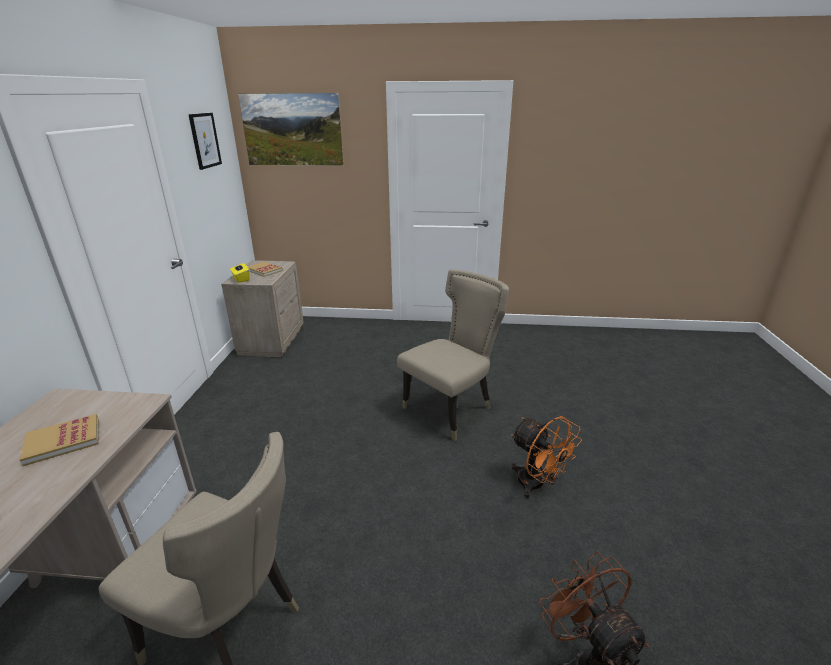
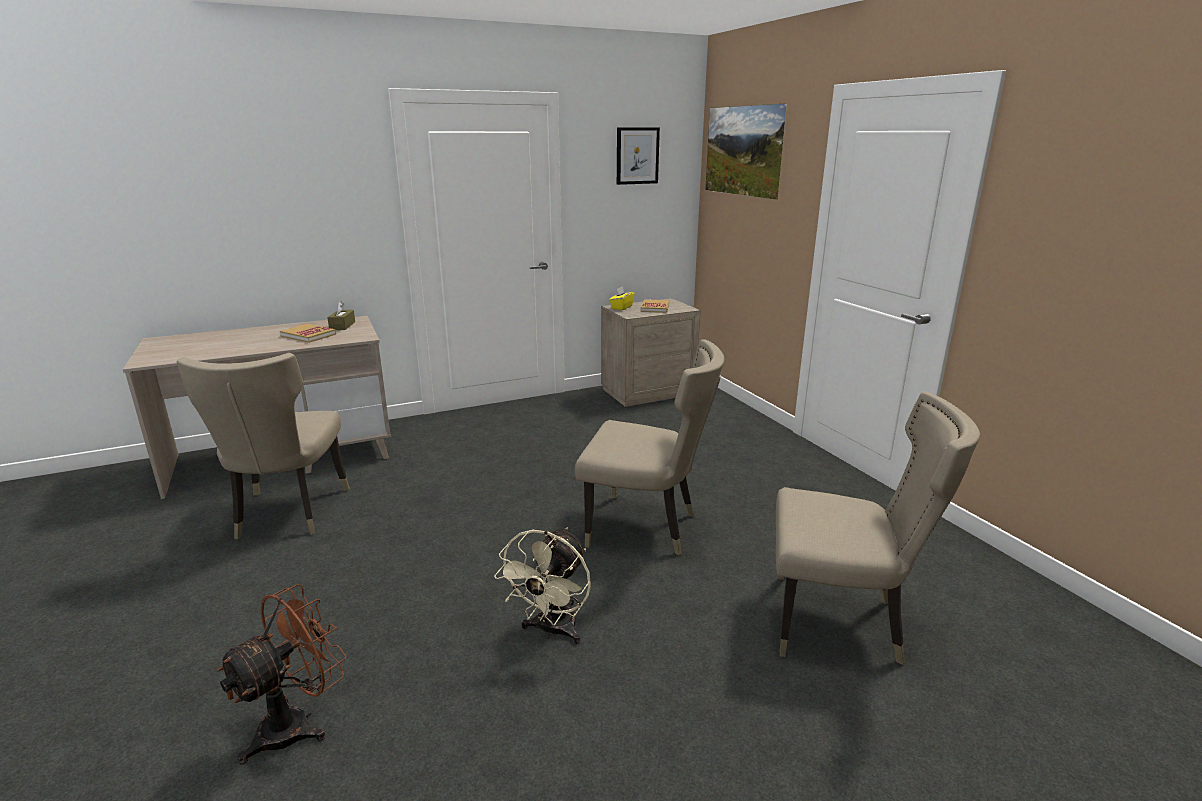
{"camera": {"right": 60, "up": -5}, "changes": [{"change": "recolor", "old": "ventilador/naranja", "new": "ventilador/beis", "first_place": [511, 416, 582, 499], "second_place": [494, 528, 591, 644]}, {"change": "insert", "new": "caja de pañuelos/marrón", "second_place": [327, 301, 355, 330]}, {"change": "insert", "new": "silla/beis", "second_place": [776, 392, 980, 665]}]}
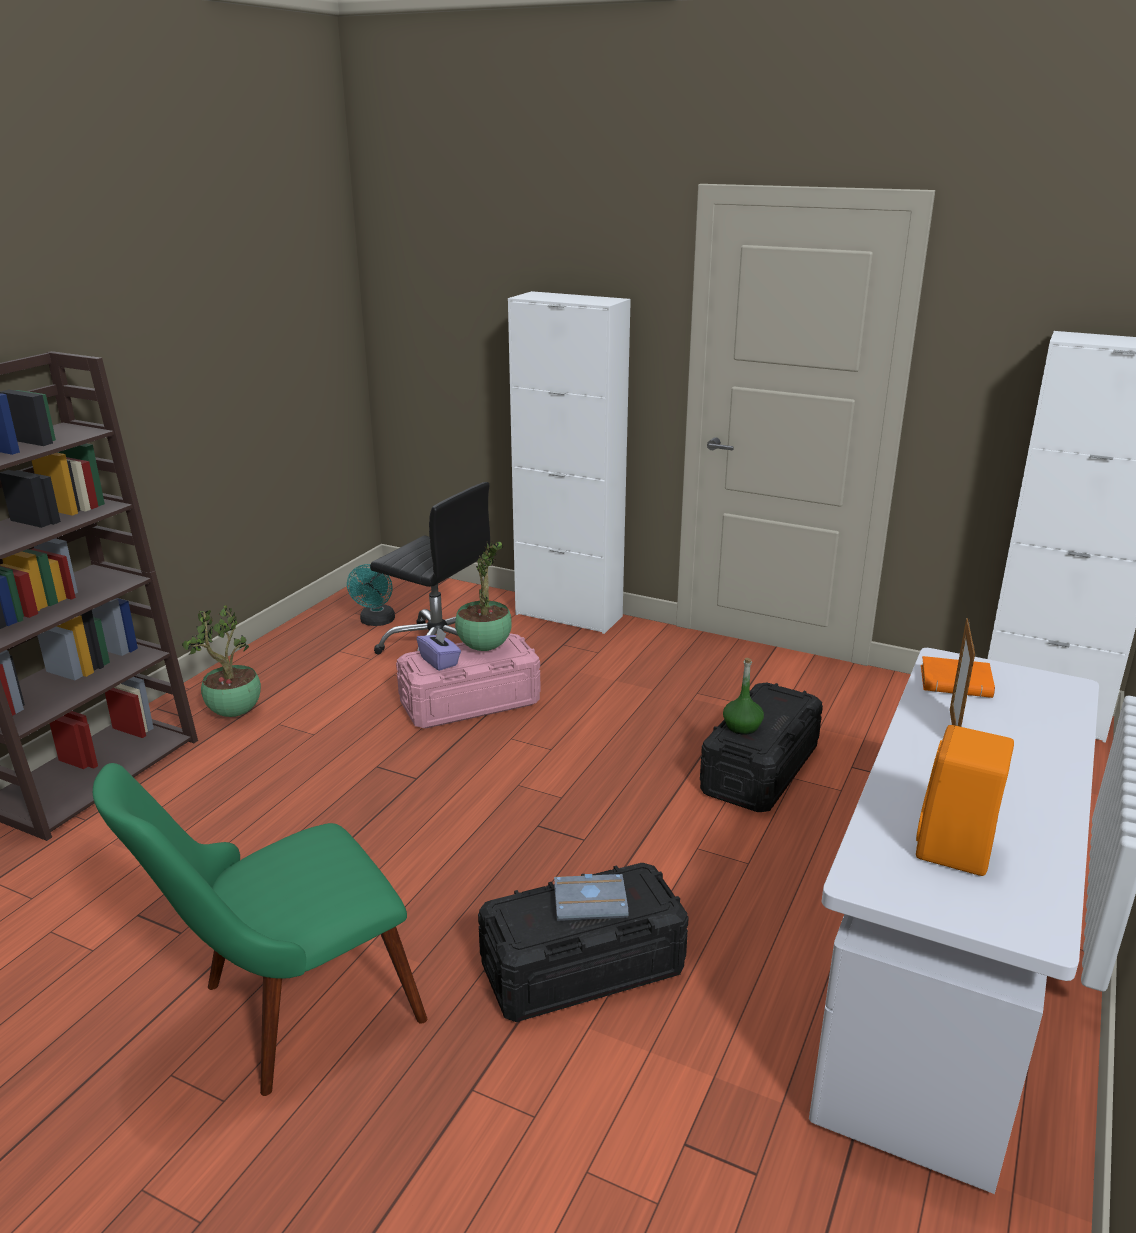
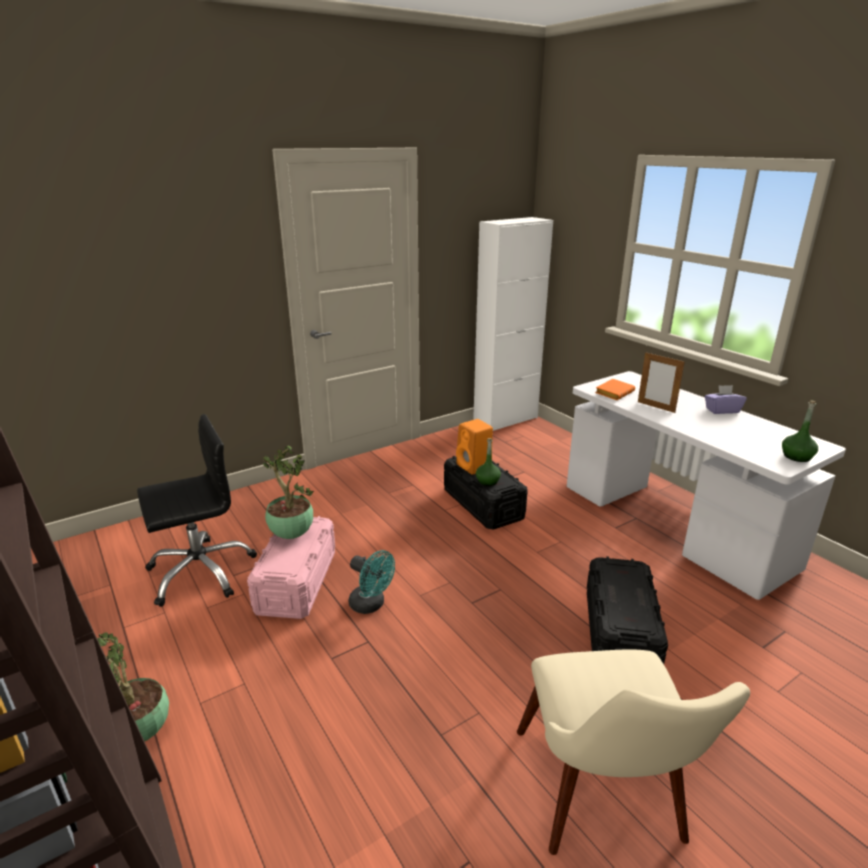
{"camera": {"right": -60, "up": 0}, "changes": [{"change": "recolor", "old": "silla/verde", "new": "silla/beis", "first_place": [93, 763, 427, 1096], "second_place": [517, 650, 750, 855]}, {"change": "move", "old": "ventilador/turquesa", "first_place": [347, 564, 395, 626], "second_place": [349, 550, 395, 614]}, {"change": "move", "old": "caja de pañuelos/morado", "first_place": [417, 627, 461, 671], "second_place": [705, 385, 747, 414]}, {"change": "delete", "old": "armario/blanco", "first_place": [508, 291, 631, 634]}, {"change": "delete", "old": "libro/gris", "first_place": [554, 874, 628, 921]}, {"change": "move", "old": "altavoz/naranja", "first_place": [916, 725, 1014, 876], "second_place": [456, 419, 493, 475]}, {"change": "insert", "new": "botella/verde", "second_place": [782, 401, 818, 462]}]}
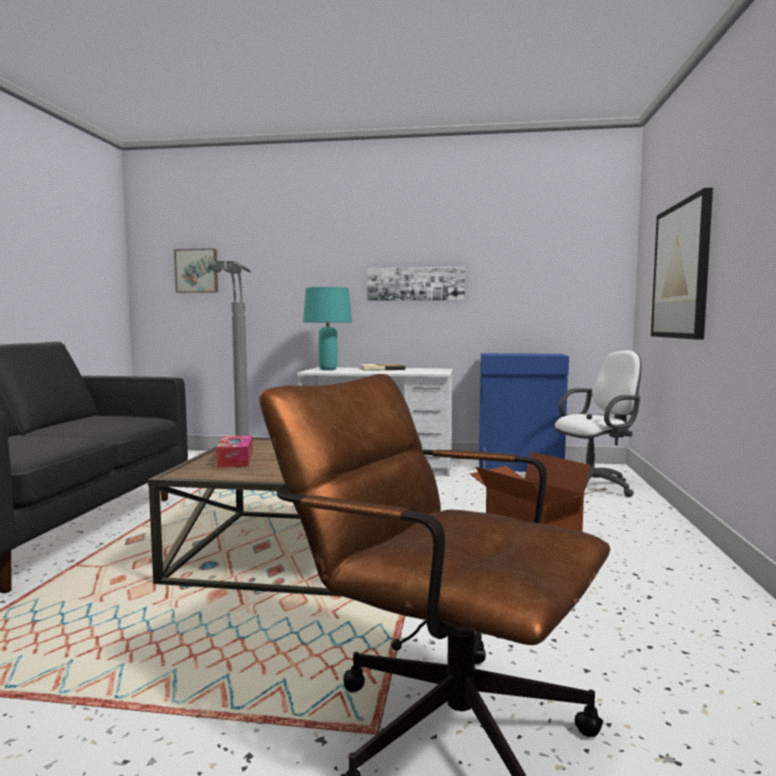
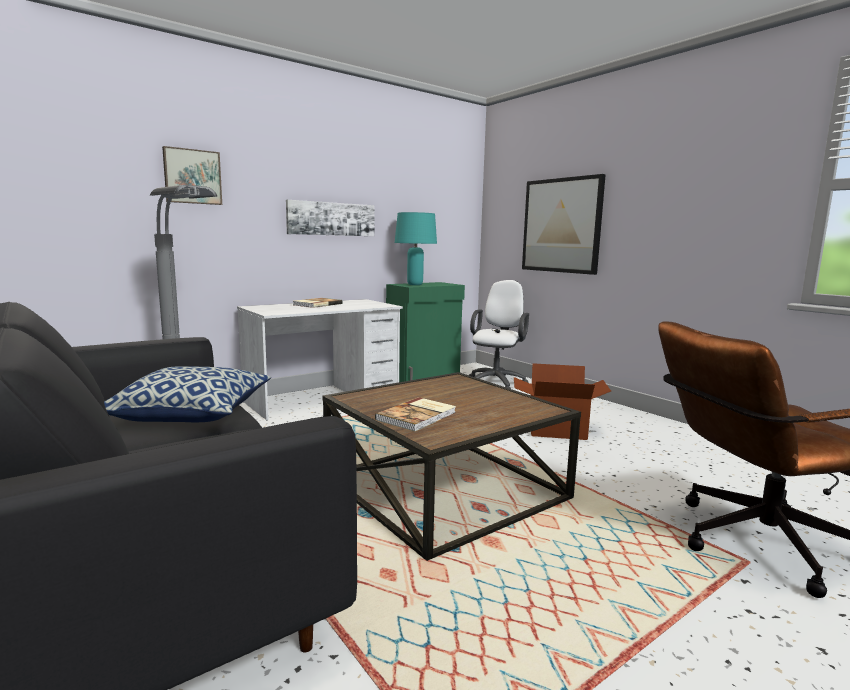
{"camera": {"right": -45, "up": 5}, "changes": [{"change": "move", "old": "cuadro", "first_place": [174, 249, 218, 293], "second_place": [162, 146, 222, 205]}, {"change": "replace", "old": "caja de pañuelos", "new": "libro", "first_place": [216, 436, 253, 468], "second_place": [375, 397, 456, 431]}, {"change": "move", "old": "lámpara de mesa/turquesa", "first_place": [303, 287, 352, 370], "second_place": [395, 212, 437, 285]}, {"change": "recolor", "old": "armario/azul", "new": "armario/verde", "first_place": [479, 353, 569, 472], "second_place": [386, 282, 465, 382]}, {"change": "insert", "new": "cojín", "second_place": [104, 366, 271, 422]}]}
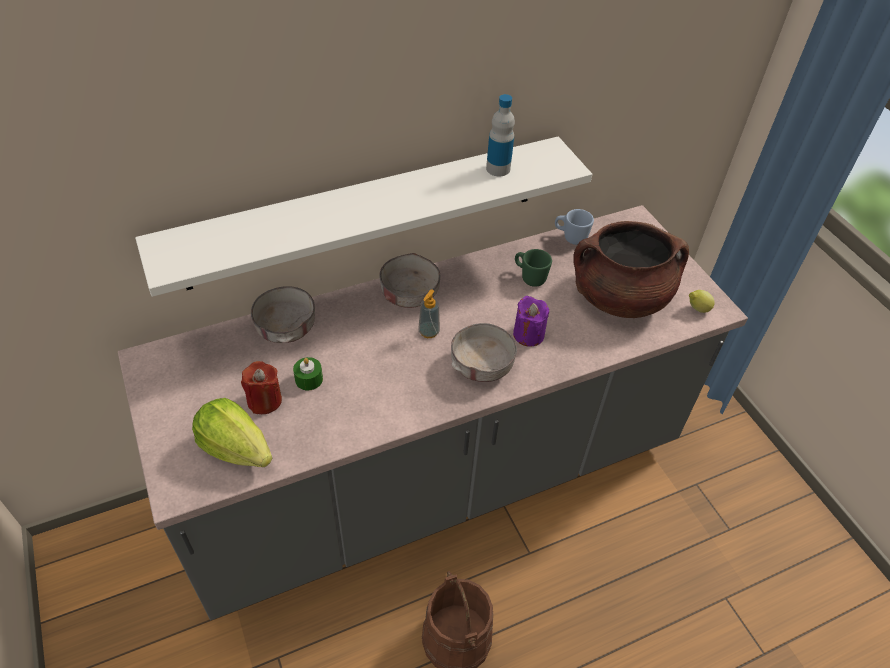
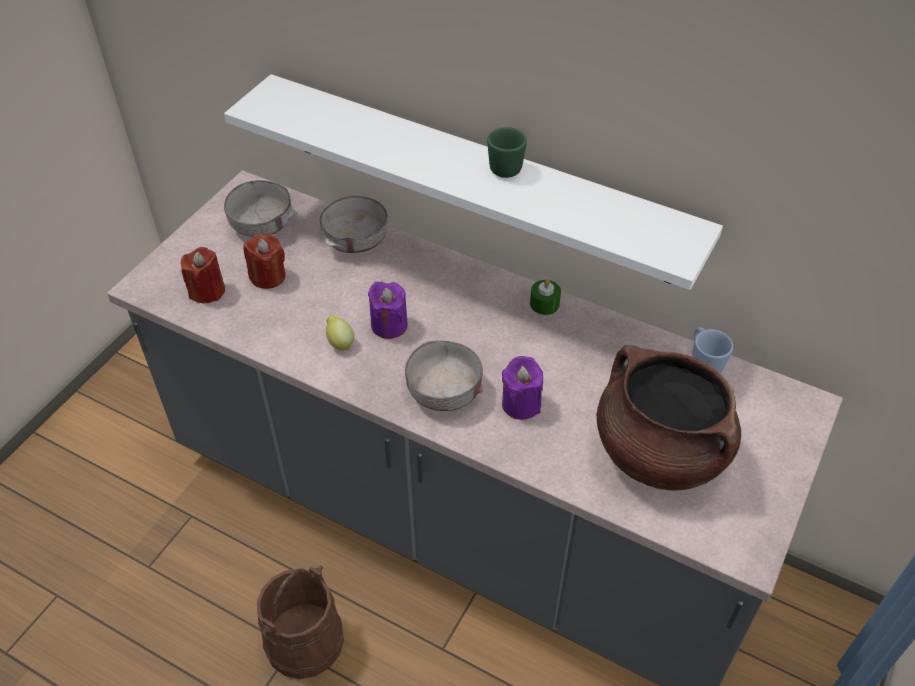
{"camera": {"right": 55, "up": 0}, "changes": [{"change": "replace", "old": "lechuga", "new": "vela/rojo", "first_place": [192, 398, 273, 467], "second_place": [181, 247, 225, 303]}, {"change": "move", "old": "vela/verde", "first_place": [293, 357, 323, 390], "second_place": [530, 278, 561, 315]}, {"change": "move", "old": "cuenco/gris", "first_place": [379, 253, 440, 308], "second_place": [224, 180, 295, 237]}, {"change": "delete", "old": "dispensador de jabón", "first_place": [418, 289, 440, 338]}, {"change": "delete", "old": "botella", "first_place": [486, 94, 515, 177]}, {"change": "move", "old": "taza grande/verde", "first_place": [515, 249, 552, 287], "second_place": [487, 127, 527, 178]}, {"change": "move", "old": "limón", "first_place": [689, 290, 715, 313], "second_place": [326, 315, 354, 350]}, {"change": "insert", "new": "vela/morado", "second_place": [368, 282, 408, 339]}]}
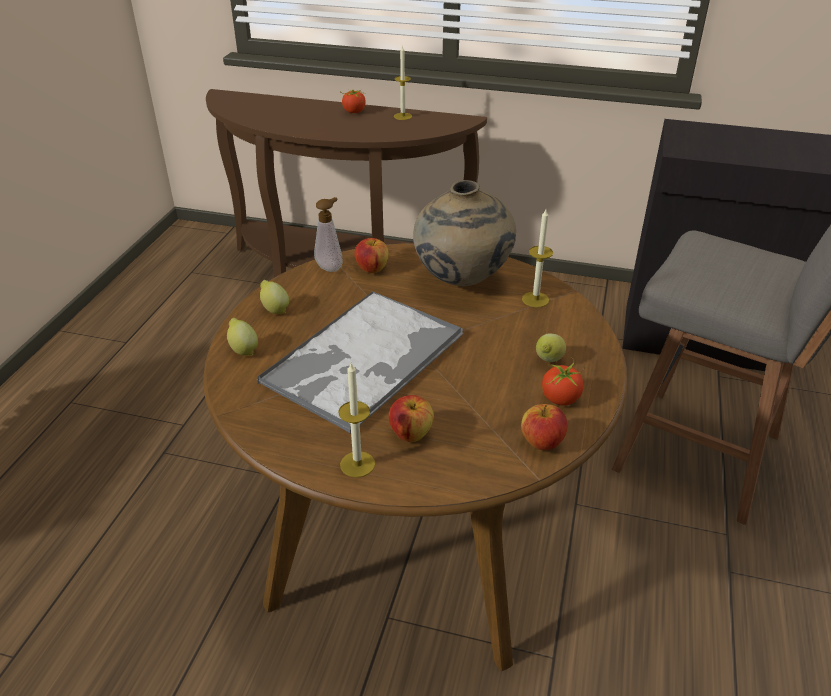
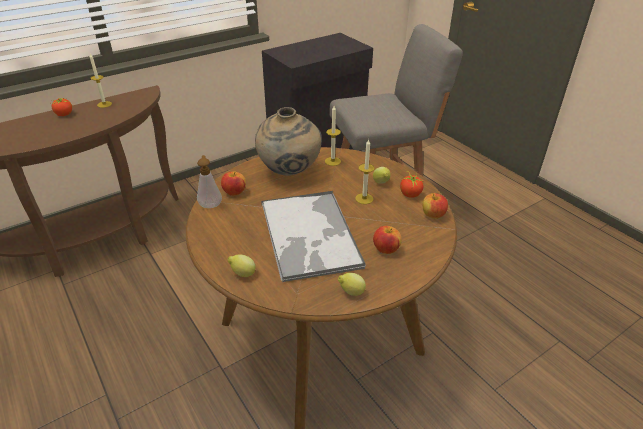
{"camera": {"right": -50, "up": 0}, "changes": [{"change": "move", "old": "limón", "first_place": [260, 280, 289, 314], "second_place": [338, 273, 366, 296]}, {"change": "move", "old": "vela", "first_place": [338, 363, 375, 478], "second_place": [355, 139, 375, 204]}]}
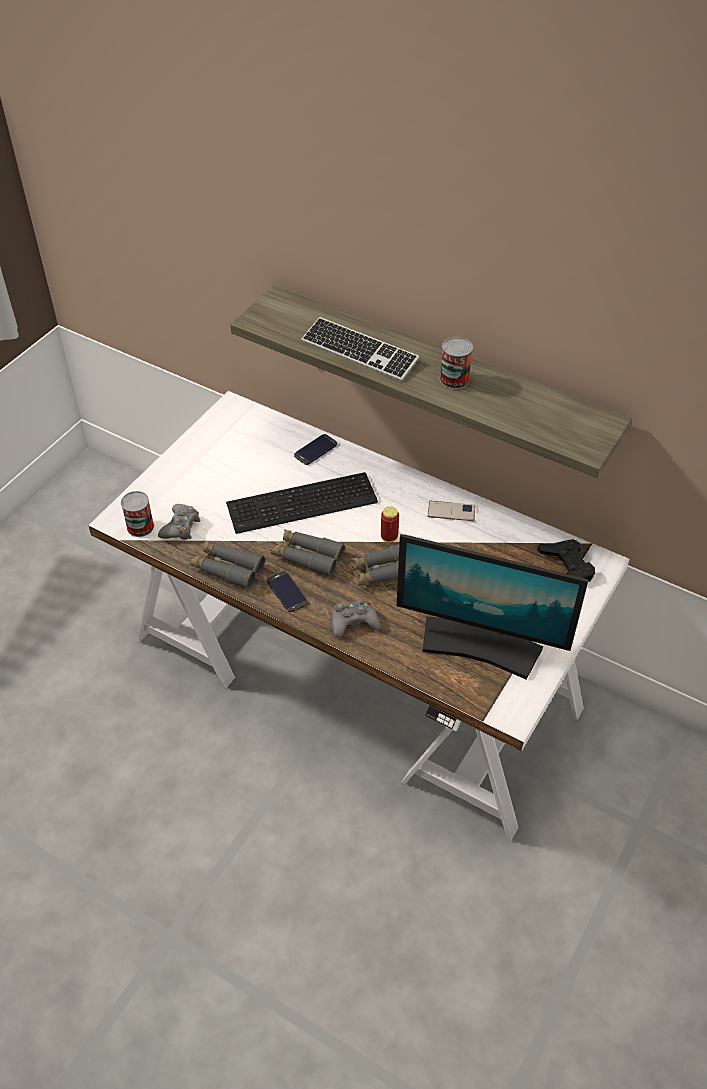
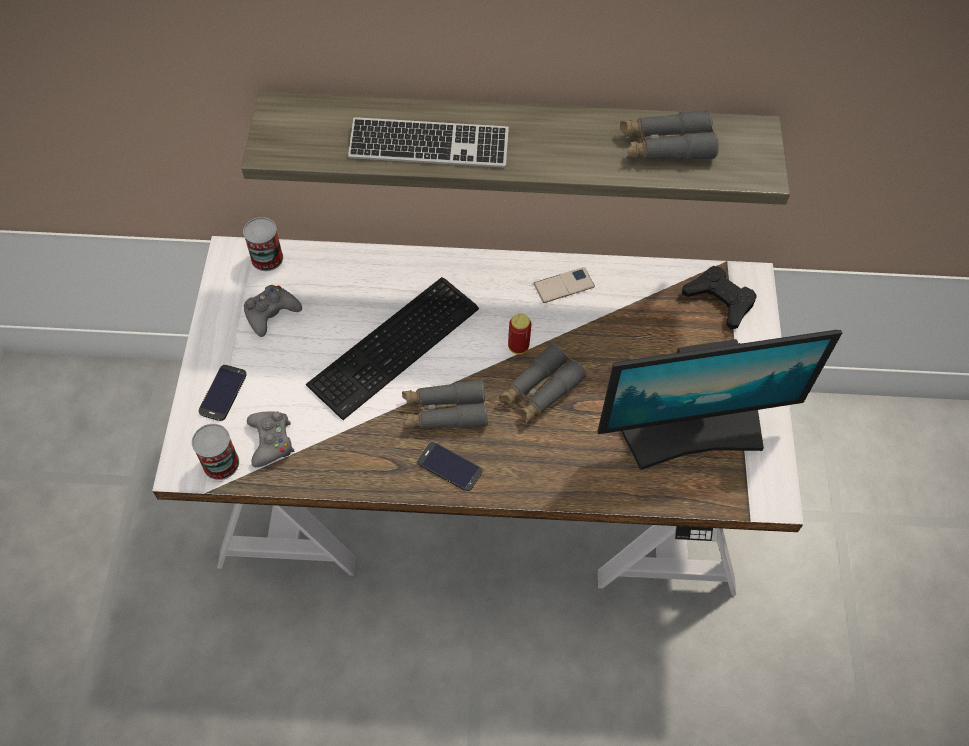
{"camera": {"right": -30, "up": 10}, "changes": [{"change": "move", "old": "prismáticos/gris", "first_place": [190, 540, 265, 589], "second_place": [620, 110, 719, 160]}, {"change": "move", "old": "móvil", "first_place": [294, 434, 337, 465], "second_place": [198, 365, 247, 421]}, {"change": "move", "old": "mando de consola/gris", "first_place": [332, 599, 380, 638], "second_place": [244, 285, 302, 337]}, {"change": "move", "old": "lata", "first_place": [440, 337, 473, 389], "second_place": [243, 217, 283, 271]}]}
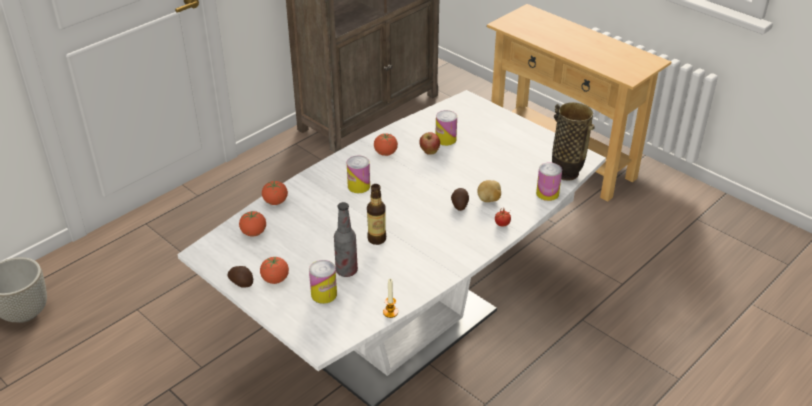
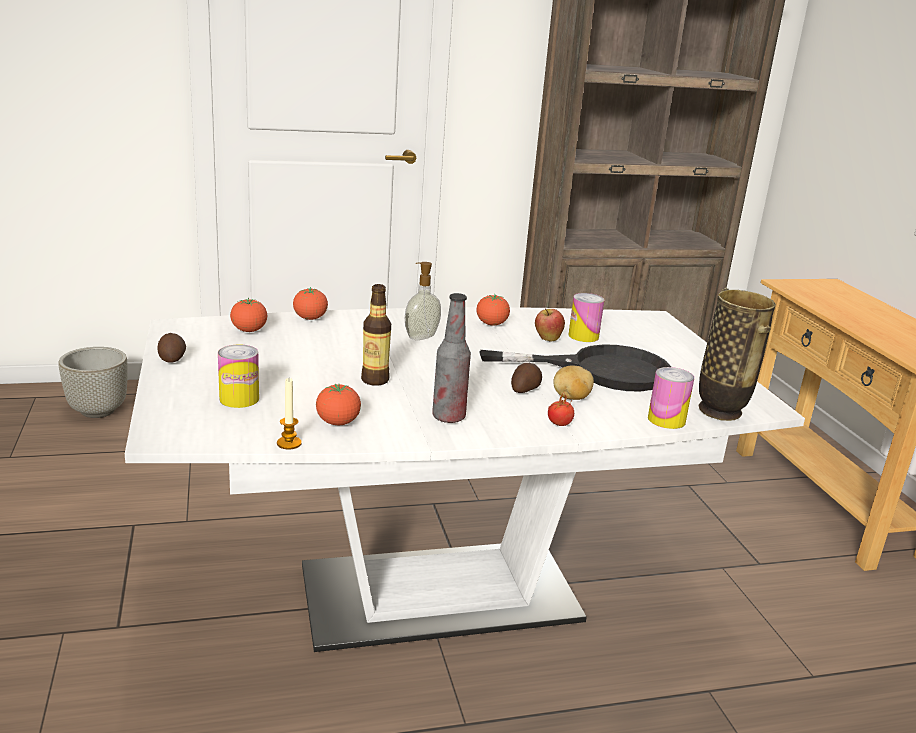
{"camera": {"right": 30, "up": -15}, "changes": [{"change": "move", "old": "tomate", "first_place": [260, 257, 289, 284], "second_place": [316, 384, 361, 425]}, {"change": "move", "old": "botella", "first_place": [334, 202, 358, 277], "second_place": [432, 293, 471, 423]}, {"change": "replace", "old": "lata", "new": "dispensador de jabón", "first_place": [347, 155, 370, 193], "second_place": [405, 262, 441, 340]}, {"change": "insert", "new": "sartén/negro", "second_place": [479, 344, 671, 391]}]}
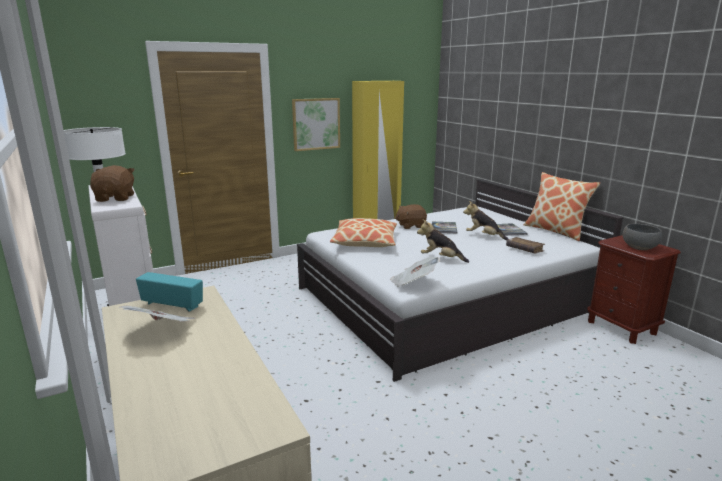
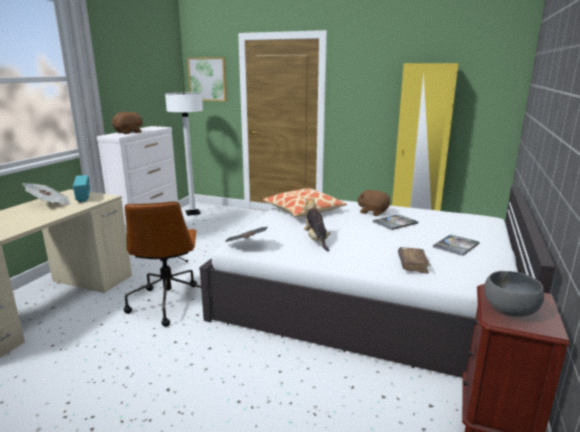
{"camera": {"right": 50, "up": 0}, "changes": [{"change": "move", "old": "cuadro", "first_place": [292, 98, 340, 151], "second_place": [187, 57, 227, 101]}, {"change": "delete", "old": "peluche", "first_place": [463, 201, 508, 240]}, {"change": "delete", "old": "cojín", "first_place": [524, 172, 600, 241]}, {"change": "insert", "new": "silla de oficina/marrón", "second_place": [124, 201, 201, 327]}]}
